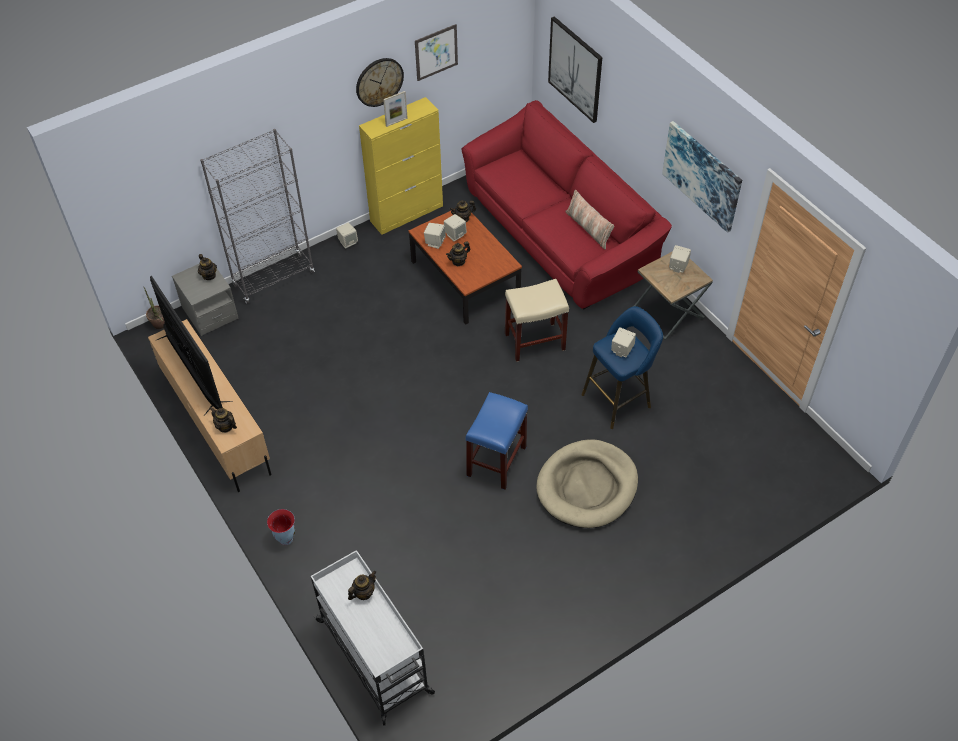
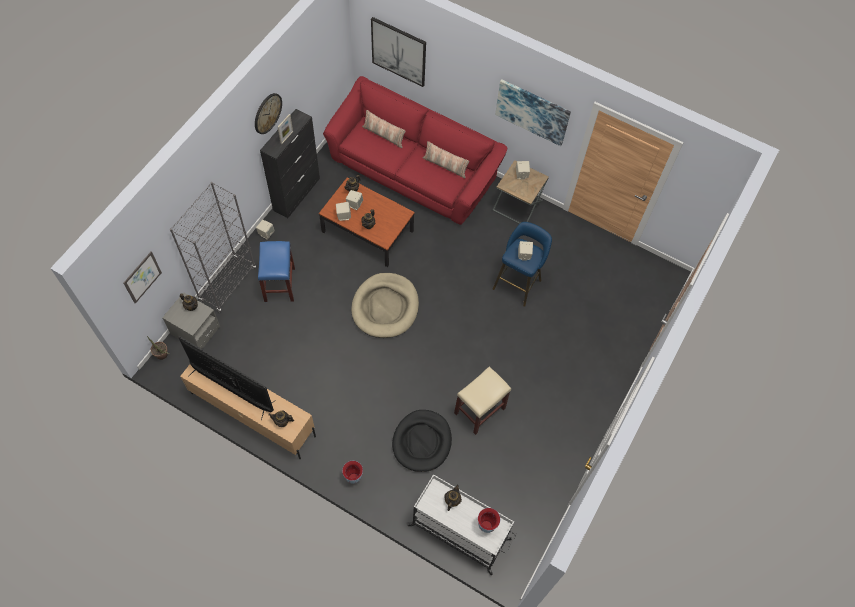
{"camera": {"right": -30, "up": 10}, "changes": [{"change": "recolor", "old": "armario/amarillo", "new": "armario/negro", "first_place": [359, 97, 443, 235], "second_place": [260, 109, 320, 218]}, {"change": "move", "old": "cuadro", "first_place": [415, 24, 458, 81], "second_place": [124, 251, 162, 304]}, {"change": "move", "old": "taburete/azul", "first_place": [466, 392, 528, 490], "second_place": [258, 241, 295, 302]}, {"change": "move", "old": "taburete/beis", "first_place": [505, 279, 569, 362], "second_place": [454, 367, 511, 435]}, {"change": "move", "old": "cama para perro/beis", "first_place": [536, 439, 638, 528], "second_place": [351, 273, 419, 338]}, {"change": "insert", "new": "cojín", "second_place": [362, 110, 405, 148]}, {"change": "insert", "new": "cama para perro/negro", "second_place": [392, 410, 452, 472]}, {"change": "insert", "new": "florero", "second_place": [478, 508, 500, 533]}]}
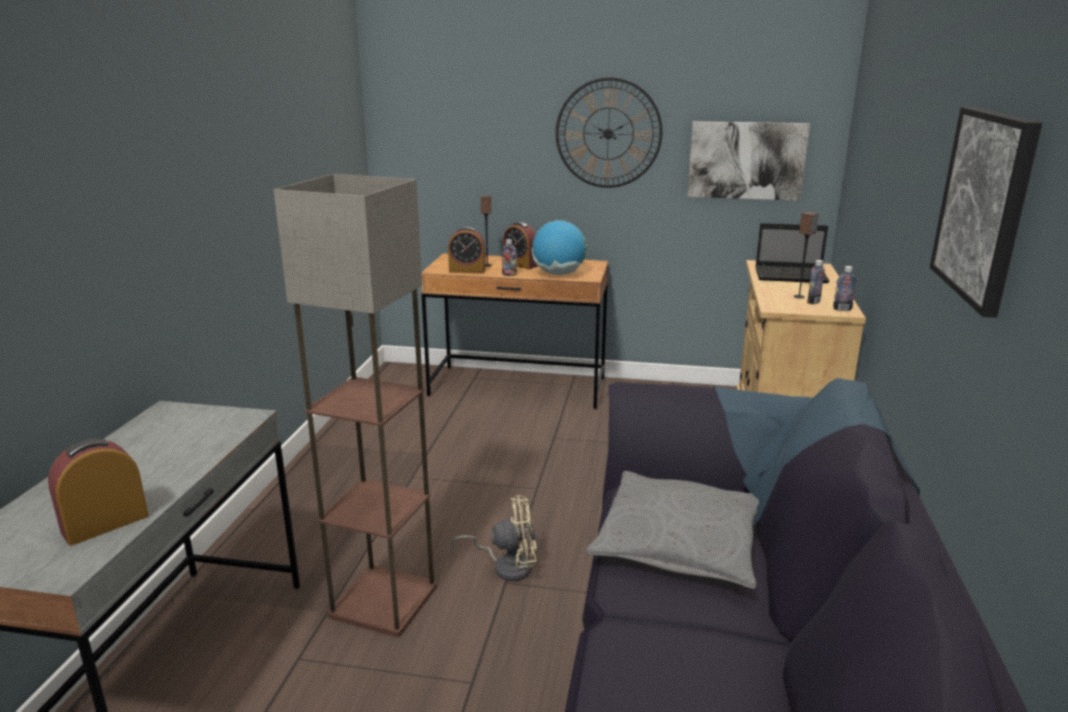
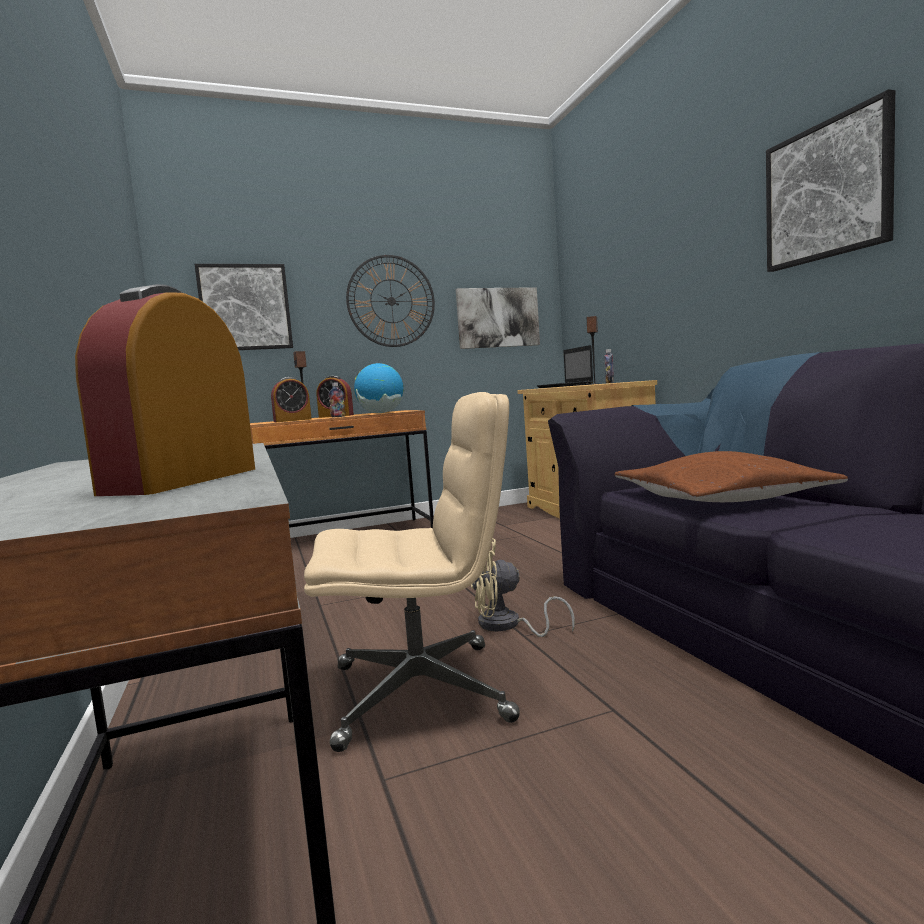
{"camera": {"right": -30, "up": -15}, "changes": [{"change": "replace", "old": "lámpara de pie", "new": "silla de oficina/beis", "first_place": [274, 174, 437, 637], "second_place": [304, 392, 520, 752]}, {"change": "rotate", "old": "ventilador/beis", "first_place": [451, 495, 536, 581], "second_place": [471, 538, 575, 637], "degrees": -150}, {"change": "recolor", "old": "cojín/gris", "new": "cojín/marrón", "first_place": [586, 471, 759, 589], "second_place": [615, 451, 848, 502]}, {"change": "rotate", "old": "portátil", "first_place": [755, 223, 829, 283], "second_place": [537, 345, 593, 388], "degrees": 90}, {"change": "delete", "old": "botella", "first_place": [833, 266, 857, 311]}, {"change": "insert", "new": "cuadro", "second_place": [195, 264, 293, 350]}]}
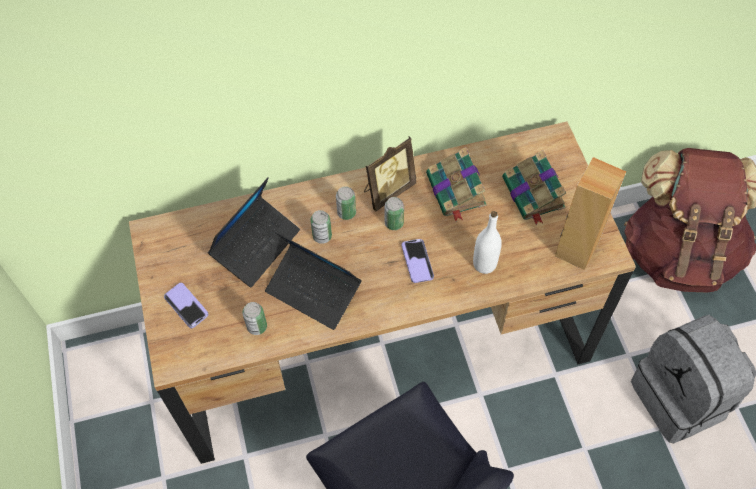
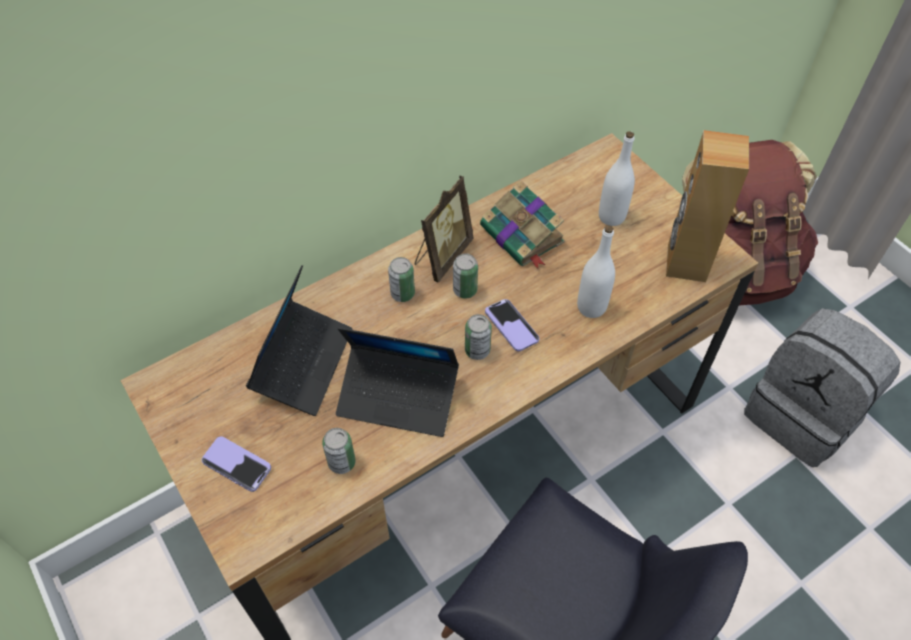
{"camera": {"right": -20, "up": -5}, "changes": [{"change": "move", "old": "lata", "first_place": [310, 210, 332, 244], "second_place": [465, 314, 492, 360]}, {"change": "replace", "old": "libro", "new": "botella/blanco", "first_place": [502, 150, 566, 226], "second_place": [599, 131, 635, 226]}]}
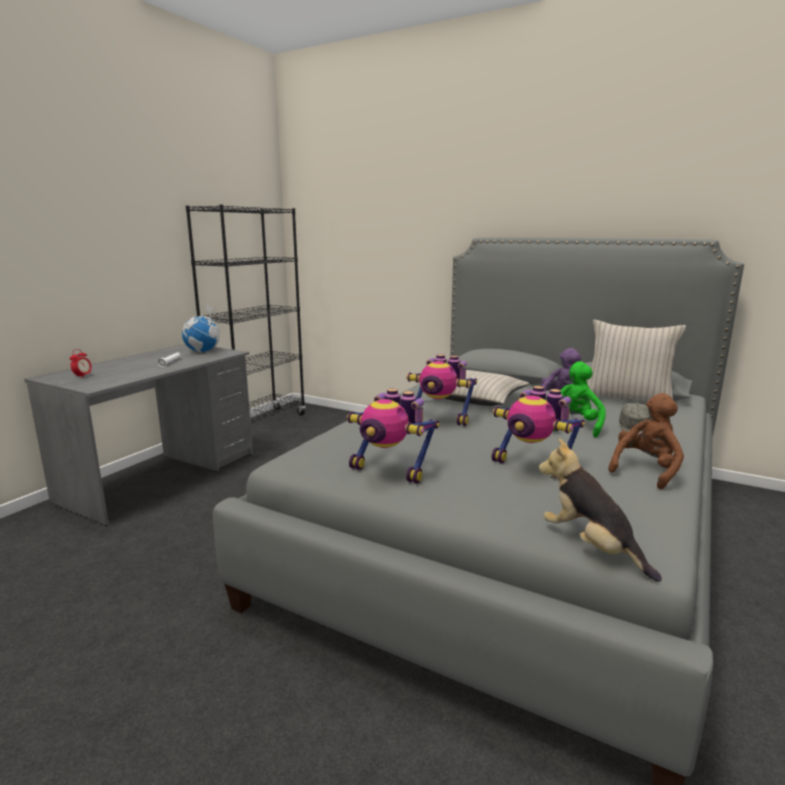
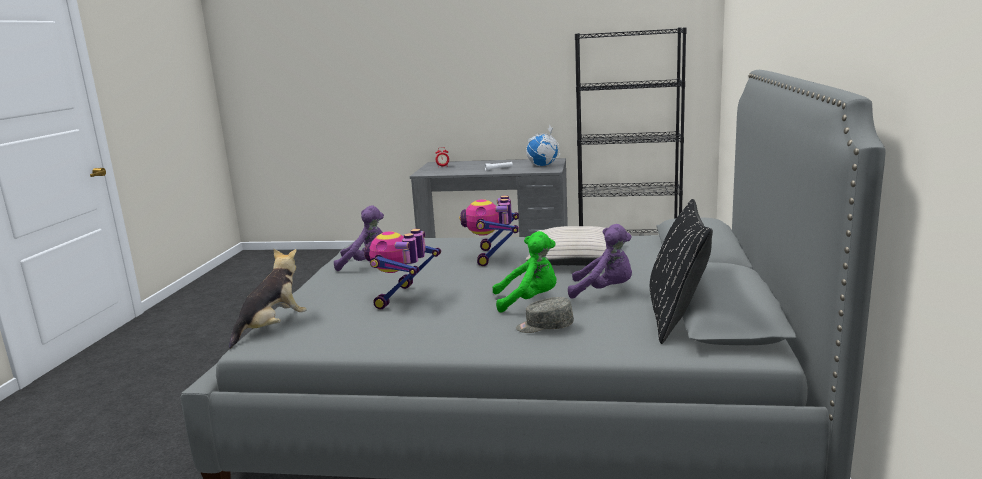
{"camera": {"right": 70, "up": 0}, "changes": [{"change": "replace", "old": "robot de juguete", "new": "peluche/morado", "first_place": [347, 389, 439, 484], "second_place": [334, 205, 384, 271]}, {"change": "recolor", "old": "cojín/beis", "new": "cojín/negro", "first_place": [587, 320, 686, 401], "second_place": [650, 199, 713, 344]}, {"change": "delete", "old": "peluche/marrón", "first_place": [608, 393, 684, 489]}]}
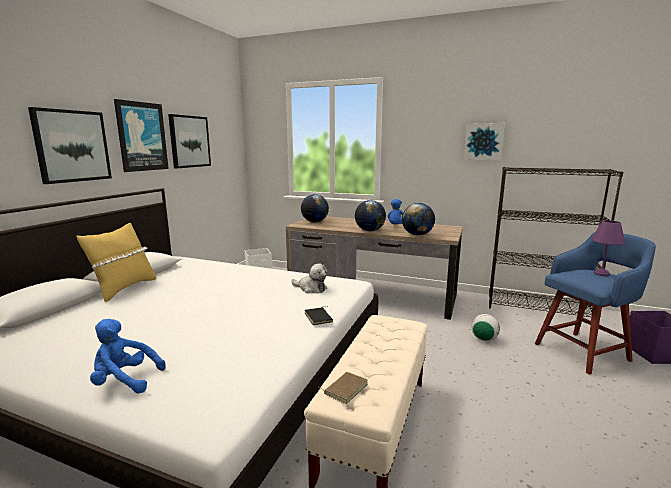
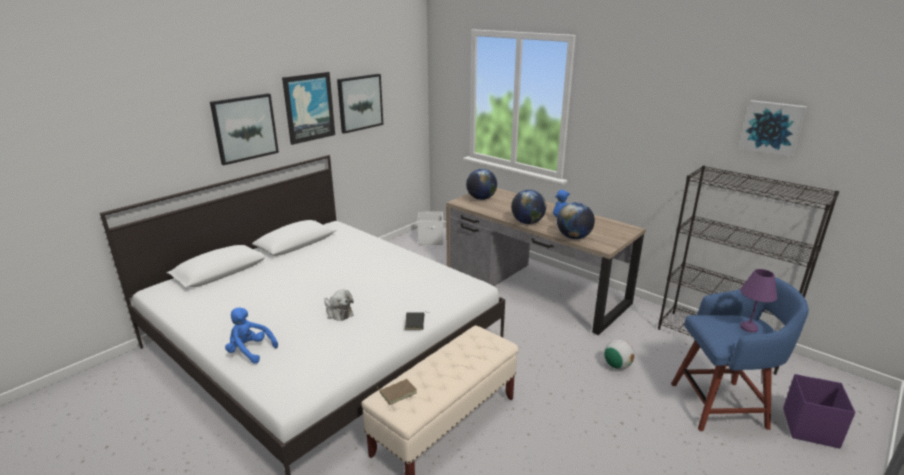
{"camera": {"right": 20, "up": 10}, "changes": [{"change": "delete", "old": "cojín/amarillo", "first_place": [77, 223, 156, 302]}, {"change": "move", "old": "peluche", "first_place": [291, 263, 328, 293], "second_place": [324, 289, 354, 321]}, {"change": "move", "old": "cuadro", "first_place": [464, 123, 505, 160], "second_place": [739, 100, 807, 157]}]}
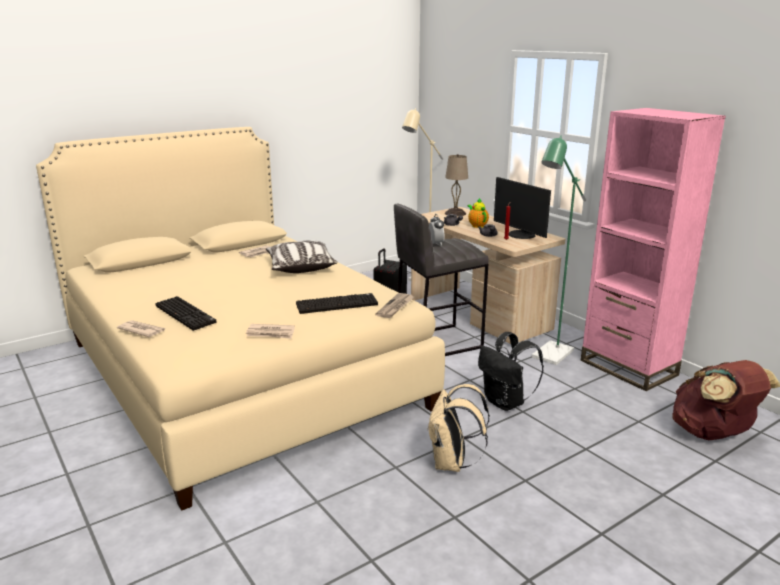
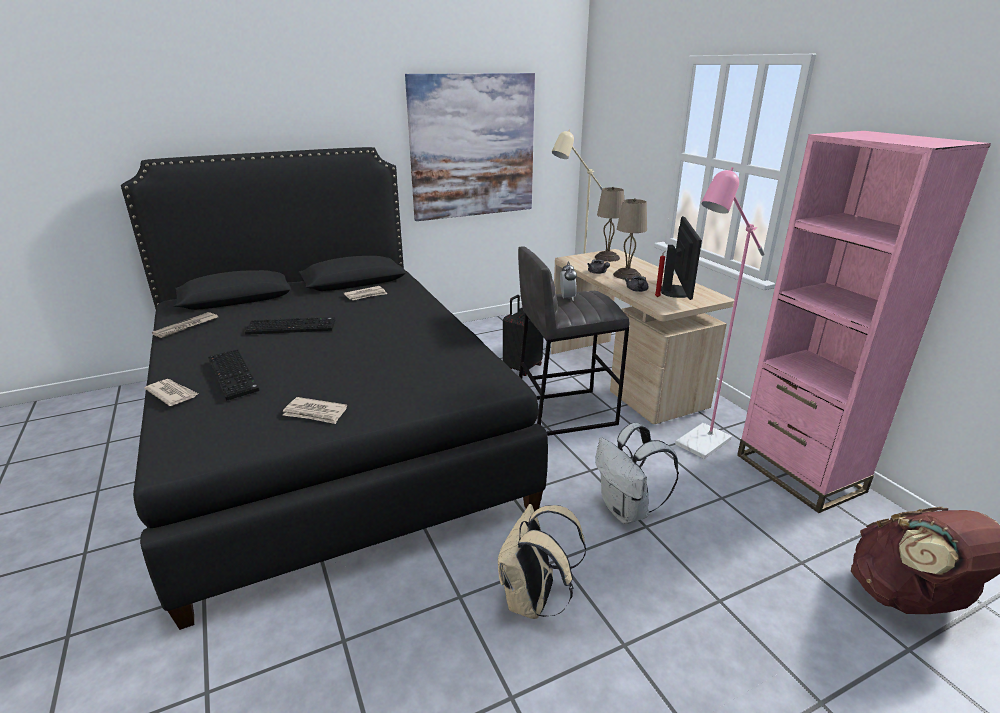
{"camera": {"right": 10, "up": 5}, "changes": [{"change": "recolor", "old": "cama/beis", "new": "cama/negro", "first_place": [36, 127, 445, 511], "second_place": [121, 147, 548, 630]}, {"change": "delete", "old": "cojín", "first_place": [266, 240, 337, 273]}, {"change": "move", "old": "teclado", "first_place": [296, 293, 378, 314], "second_place": [245, 317, 335, 335]}, {"change": "move", "old": "periódico", "first_place": [375, 293, 414, 318], "second_place": [152, 312, 218, 338]}, {"change": "replace", "old": "tetera", "new": "lámpara de mesa/beis", "first_place": [468, 198, 489, 228], "second_place": [613, 198, 647, 280]}, {"change": "recolor", "old": "mochila/negro", "new": "mochila/blanco", "first_place": [478, 332, 544, 411], "second_place": [595, 423, 679, 524]}, {"change": "rotate", "old": "monitor", "first_place": [494, 177, 551, 239], "second_place": [661, 216, 702, 300], "degrees": -150}, {"change": "recolor", "old": "lámpara de pie/verde", "new": "lámpara de pie/rosa", "first_place": [532, 136, 586, 365], "second_place": [675, 167, 765, 459]}, {"change": "insert", "new": "cuadro", "second_place": [405, 73, 535, 221]}]}
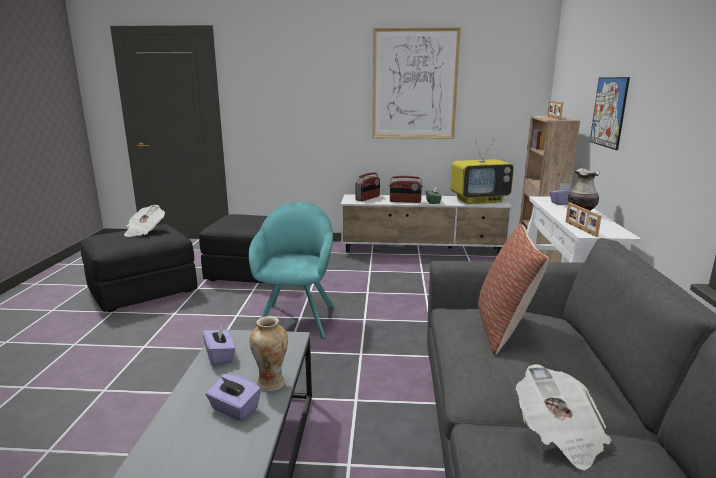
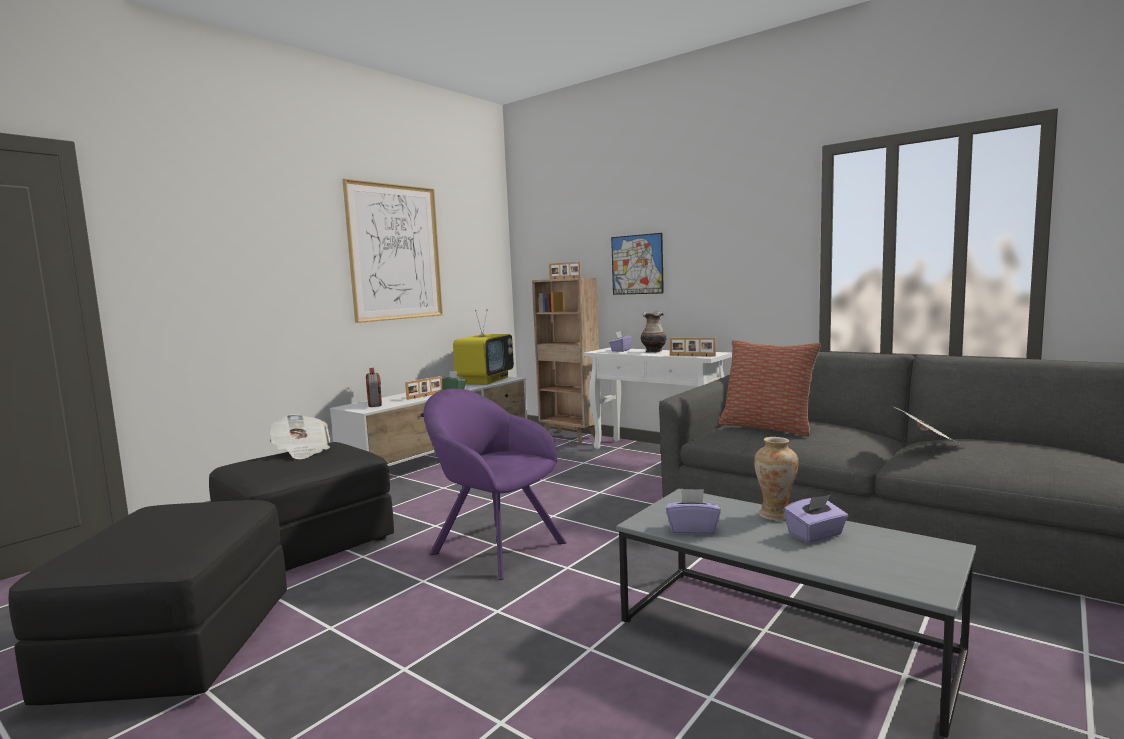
{"camera": {"right": -55, "up": -10}, "changes": [{"change": "move", "old": "periódico", "first_place": [124, 205, 165, 237], "second_place": [269, 414, 330, 459]}, {"change": "recolor", "old": "sillón/turquesa", "new": "sillón/morado", "first_place": [249, 202, 334, 339], "second_place": [423, 388, 567, 580]}, {"change": "replace", "old": "radio", "new": "portarretratos", "first_place": [389, 176, 423, 203], "second_place": [405, 376, 443, 400]}]}
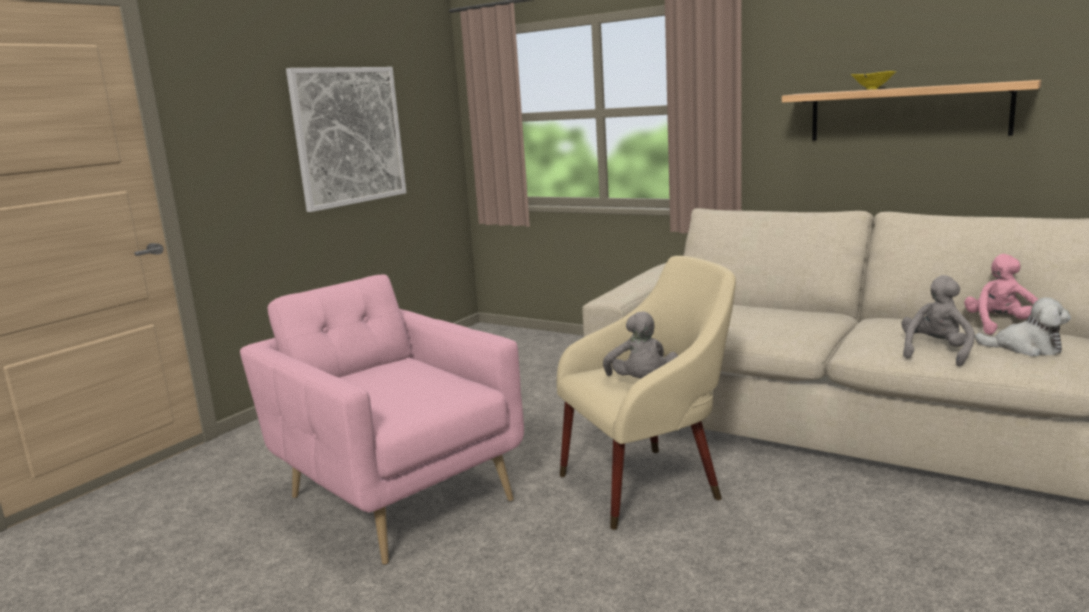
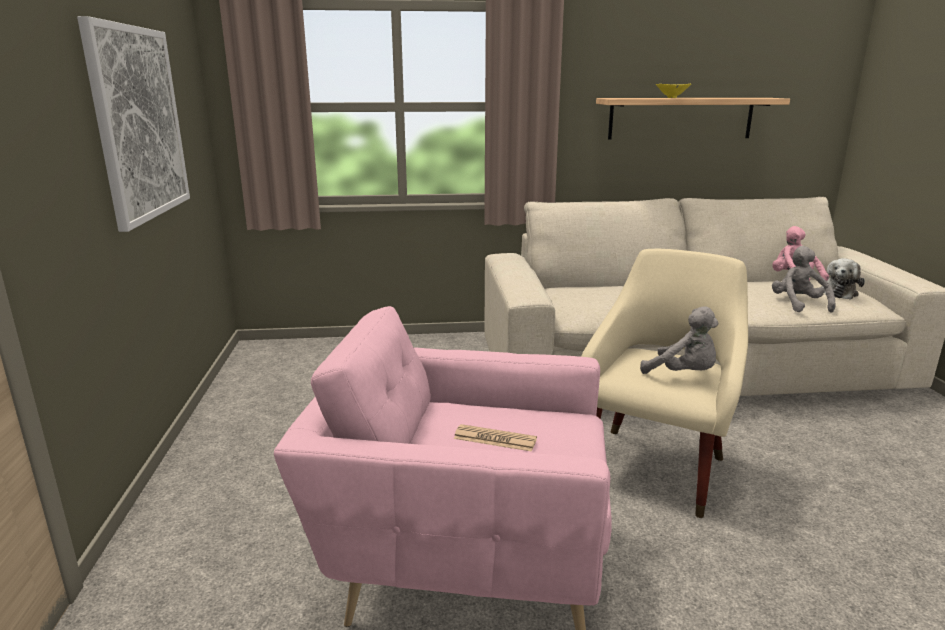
{"camera": {"right": -40, "up": 5}, "changes": [{"change": "rotate", "old": "peluche", "first_place": [975, 297, 1071, 356], "second_place": [821, 258, 865, 300], "degrees": 135}, {"change": "insert", "new": "periódico", "second_place": [454, 424, 537, 452]}]}
